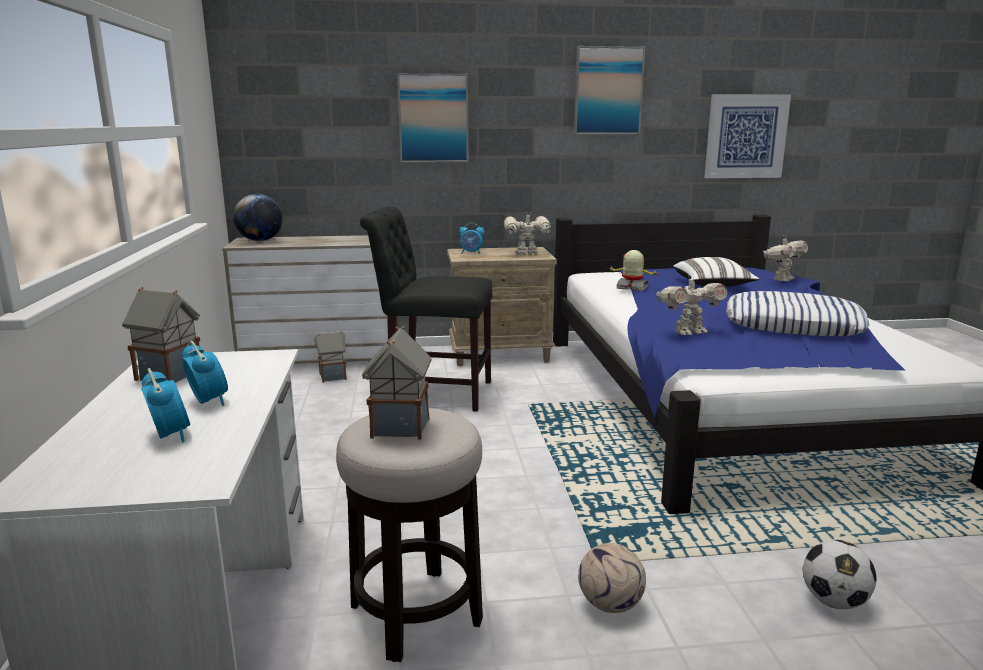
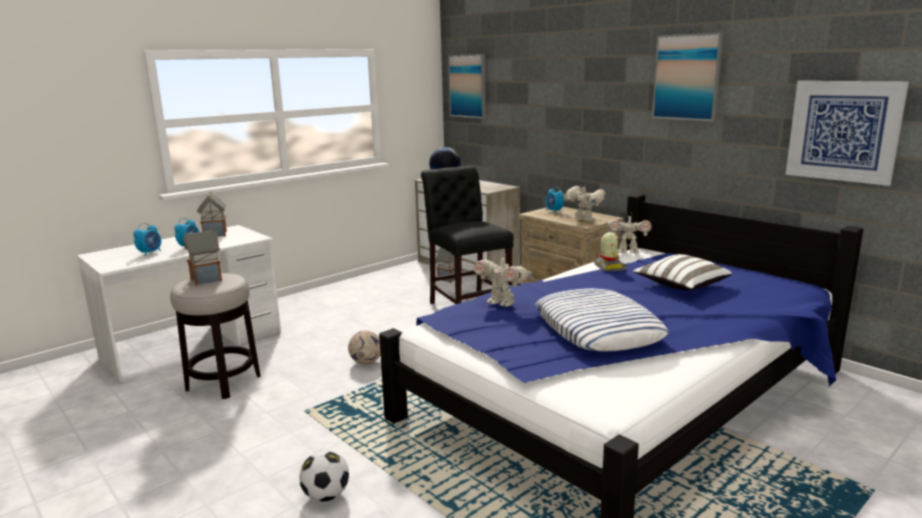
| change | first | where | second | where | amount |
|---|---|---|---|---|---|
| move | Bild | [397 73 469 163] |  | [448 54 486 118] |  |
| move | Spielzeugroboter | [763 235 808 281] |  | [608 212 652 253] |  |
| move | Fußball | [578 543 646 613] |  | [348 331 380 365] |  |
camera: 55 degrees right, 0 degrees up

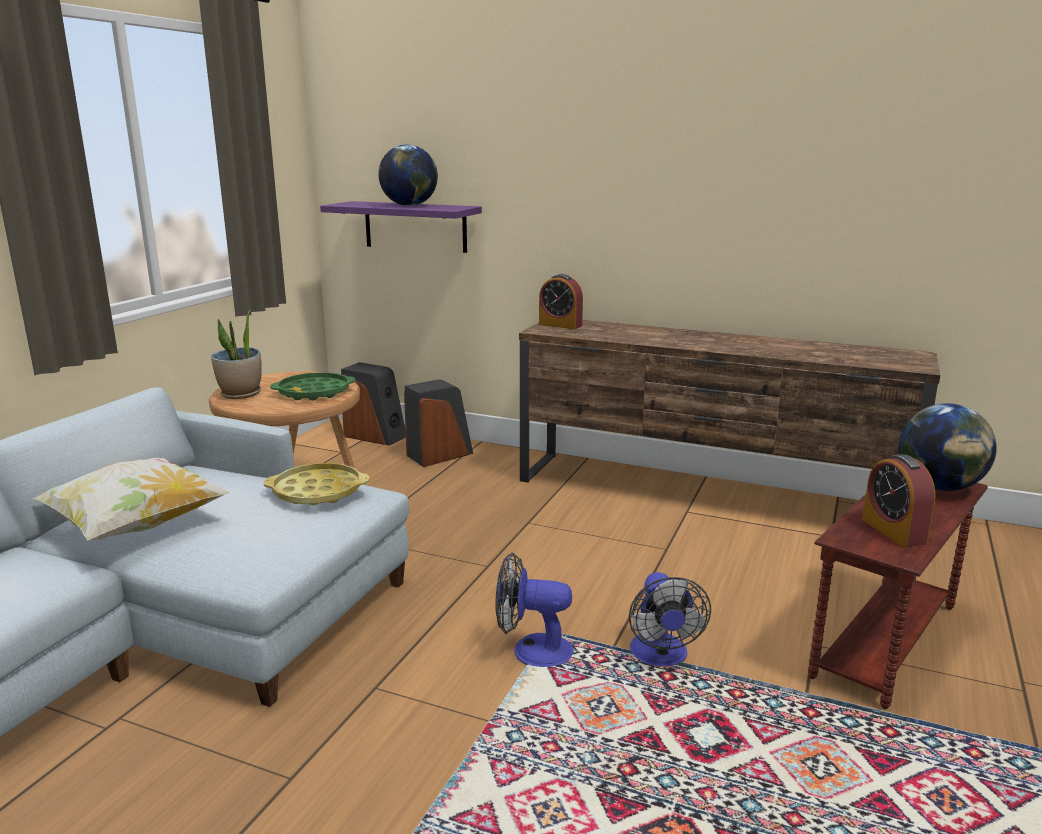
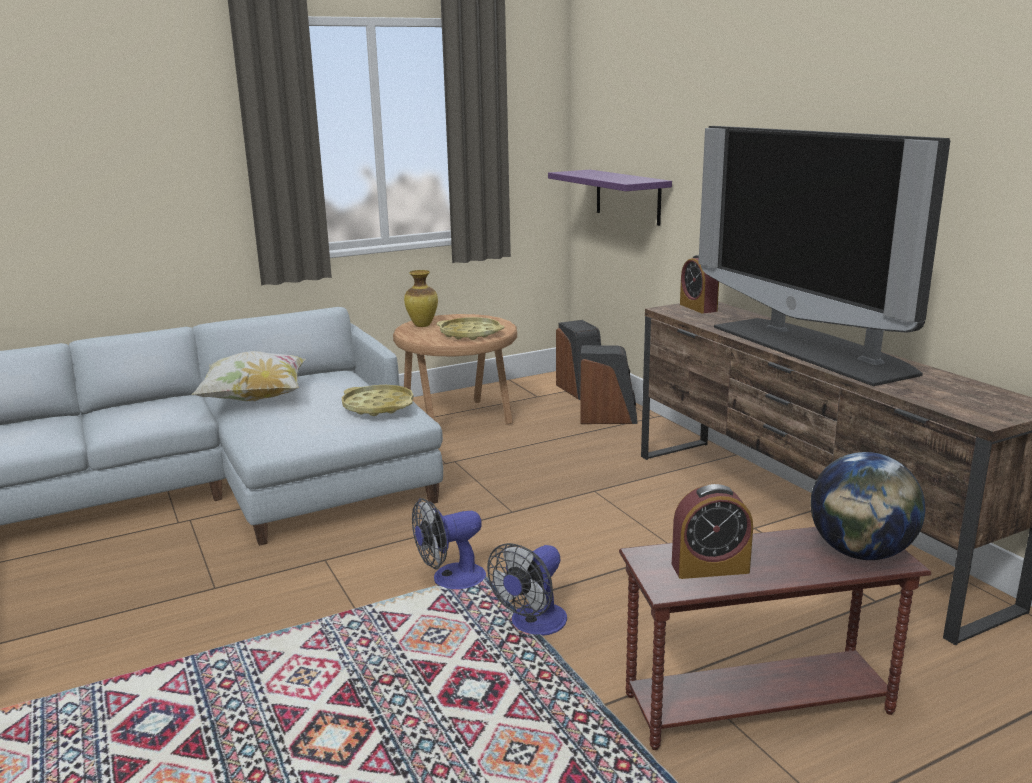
| change | first | where | second | where | amount |
|---|---|---|---|---|---|
| delete | Globus | [378 144 438 206] |  |  |  |
| replace | Topfpflanze | [211 309 262 399] | Vase | [404 270 438 327] |  |
| recolor | Tablett [grün] | [270 372 355 400] | Tablett [gelb] | [437 317 504 340] |  |
| rotate | Wecker | [862 454 936 548] |  | [672 484 753 579] | 120 degrees counterclockwise |
| rotate | Ventilator | [495 553 573 667] |  | [412 498 486 589] | 75 degrees counterclockwise |
| insert |  |  | Fernseher | [698 126 950 386] |  |
camera: 40 degrees right, 0 degrees up

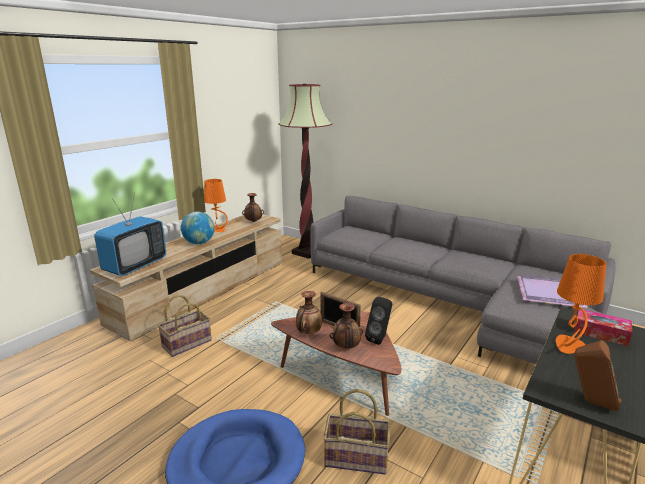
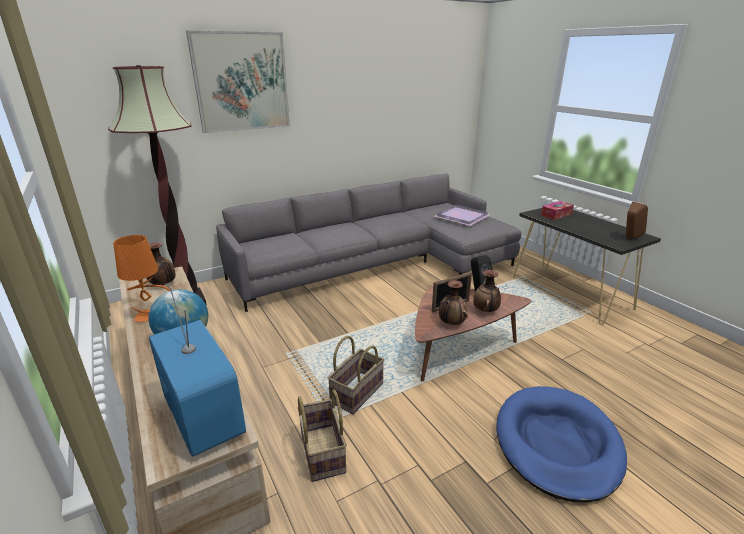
| change | first | where | second | where | amount |
|---|---|---|---|---|---|
| delete | Tischlampe [orange] | [555 254 606 354] |  |  |  |
| move | Korb | [323 389 390 474] |  | [328 336 384 414] |  |
| insert |  |  | Bild | [186 30 290 133] |  |
camera: 65 degrees left, 5 degrees up

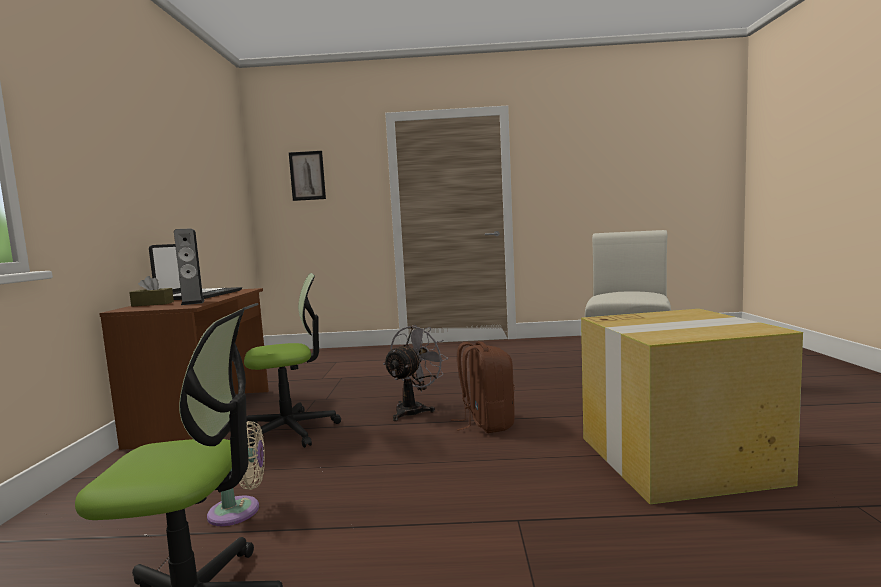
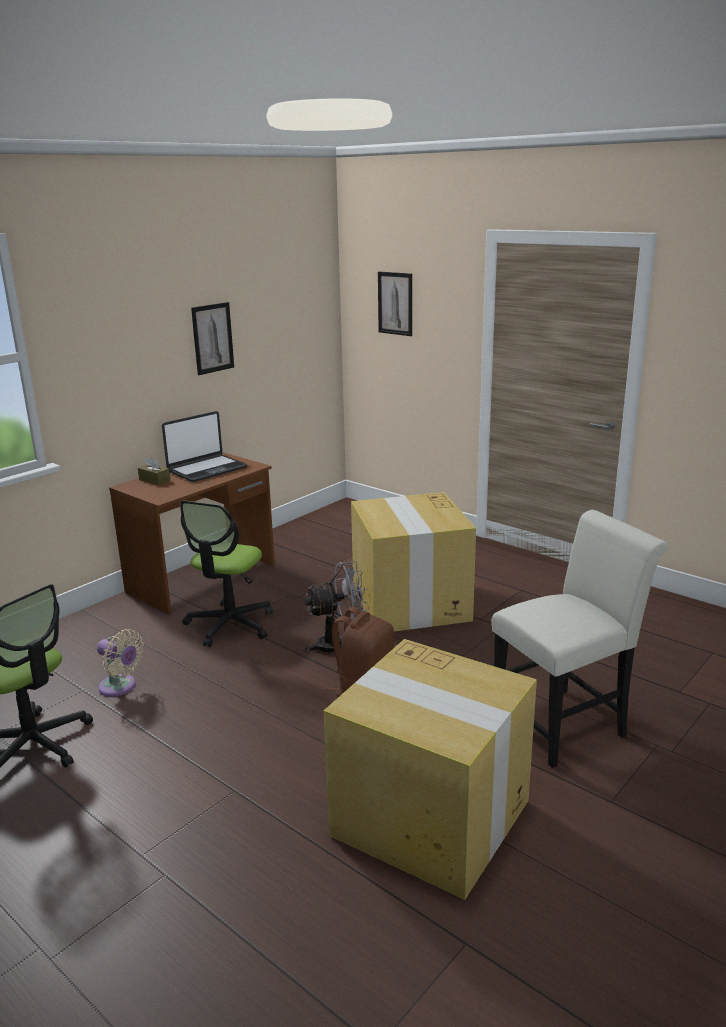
| change | first | where | second | where | amount |
|---|---|---|---|---|---|
| delete | Lautsprecher | [174 229 205 305] |  |  |  |
| rotate | Bürostuhl | [244 273 341 448] |  | [180 500 273 647] | 90 degrees clockwise |
| insert |  |  | Bild | [191 302 234 375] |  |
| insert |  |  | Karton | [351 492 476 631] |  |
camera: 40 degrees right, 15 degrees up

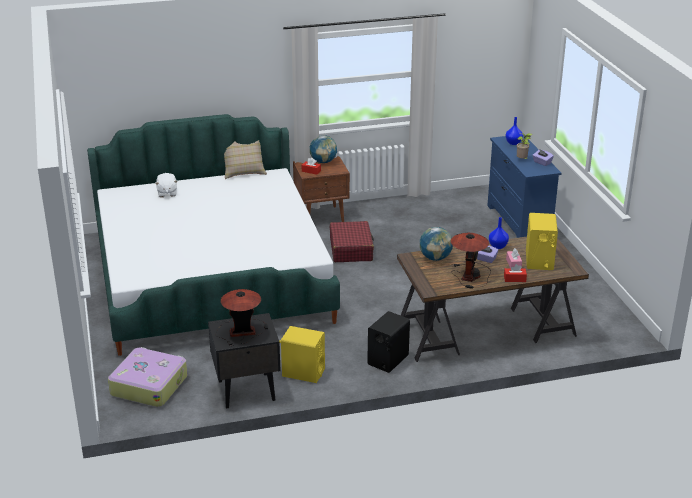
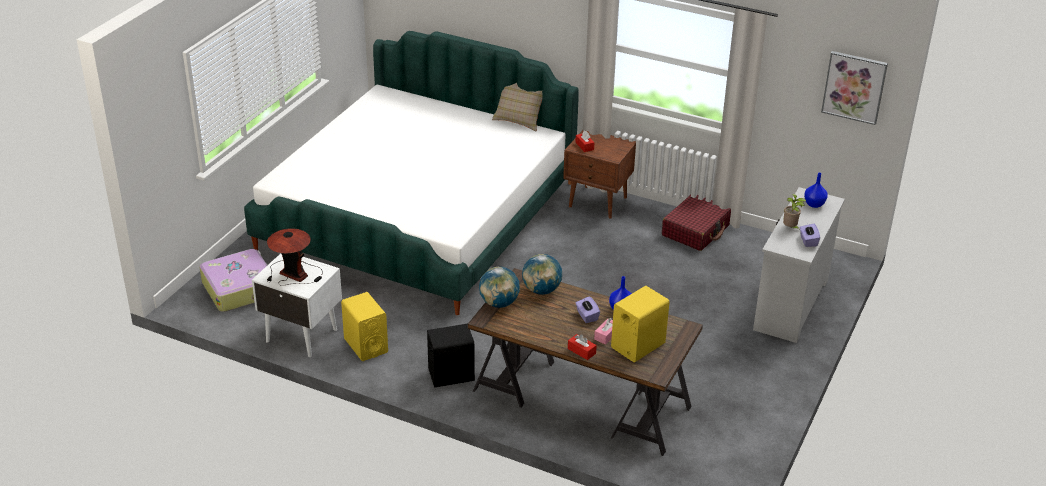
| change | first | where | second | where | amount |
|---|---|---|---|---|---|
| move | Globus | [310 135 337 163] |  | [479 267 520 308] |  |
| recolor | Kommode [blau] | [487 135 561 238] | Kommode [weiß] | [753 187 845 343] |  |
| delete | Plüschtier [weiß] | [155 173 178 197] |  |  |  |
| move | Koffer [rot] | [330 221 374 262] |  | [662 195 731 251] |  |
| delete | Tischlampe | [451 233 491 289] |  |  |  |
| recolor | Nachttisch [schwarz] | [208 313 281 408] | Nachttisch [weiß] | [252 253 342 357] |  |
| insert |  |  | Bild | [821 51 888 125] |  |
camera: 40 degrees right, 5 degrees up

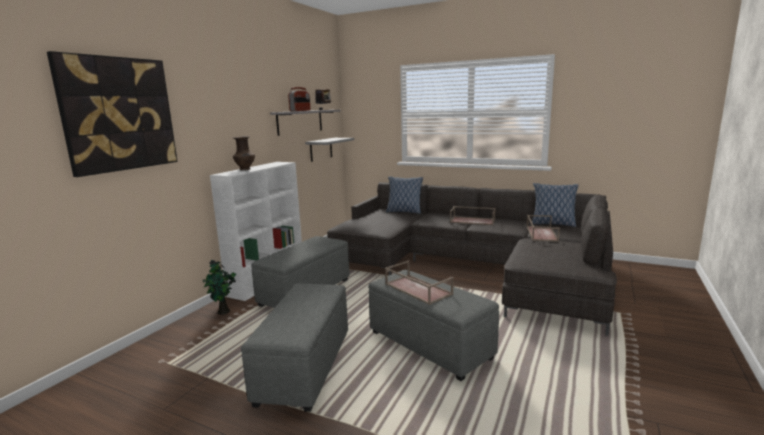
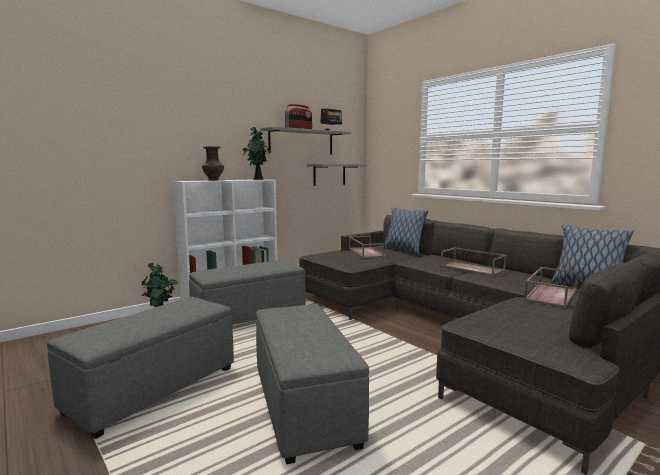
| change | first | where | second | where | amount |
|---|---|---|---|---|---|
| delete | Bild | [47 51 178 177] |  |  |  |
| move | Tablett [braun] | [385 260 454 305] |  | [349 235 387 258] |  |
| insert |  |  | Topfpflanze | [243 127 270 180] |  |
camera: 25 degrees right, 5 degrees down

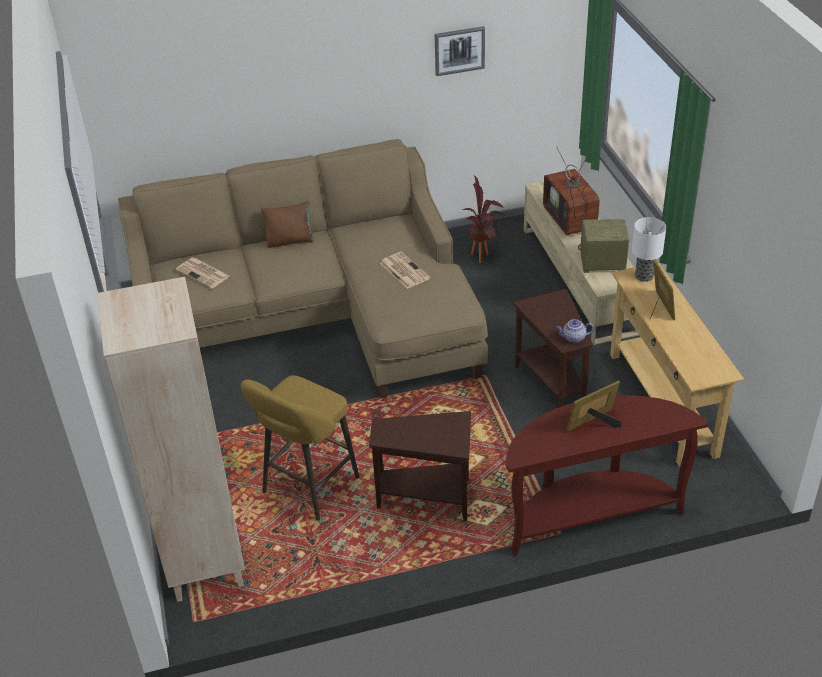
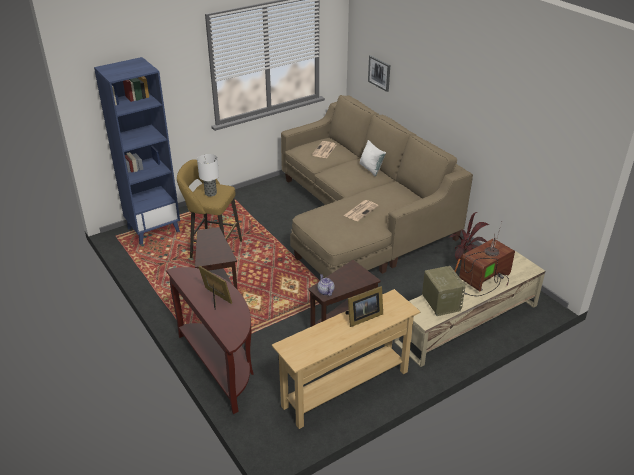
| change | first | where | second | where | amount |
|---|---|---|---|---|---|
| move | Bild | [435 26 485 76] |  | [368 55 390 92] |  |
| recolor | Kissen [braun] | [261 201 314 248] | Kissen [weiß] | [360 140 386 176] |  |
| move | Tischlampe | [632 217 666 282] |  | [197 154 219 197] |  |
| recolor | Bücherregal [beige] | [97 277 245 602] | Bücherregal [blau] | [94 57 180 245] |  |
camera: 70 degrees right, 5 degrees down

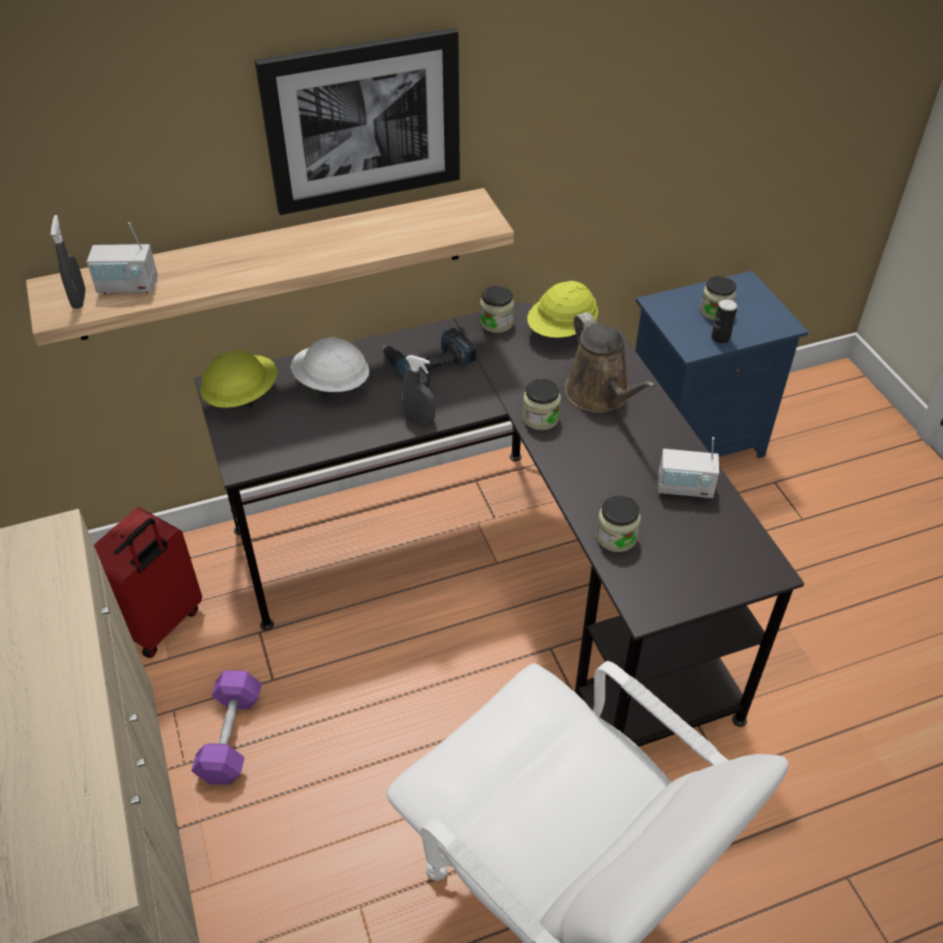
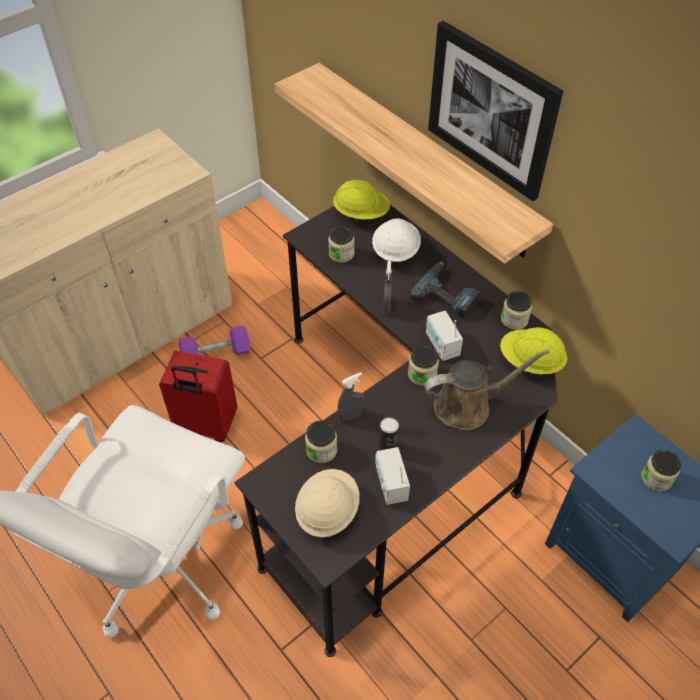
| change | first | where | second | where | amount |
|---|---|---|---|---|---|
| move | Sprühflasche [grau] | [51 215 86 309] |  | [337 372 365 422] |  |
| move | Radio | [87 222 158 294] |  | [426 310 463 361] |  |
| move | Dose | [711 298 738 344] |  | [379 417 399 450] |  |
| rotate | Gießkanne [braun] | [565 312 656 413] |  | [424 349 550 430] | 150 degrees counterclockwise |
| move | Koffer [rot] | [94 507 202 658] |  | [159 351 238 442] |  |
| insert |  |  | Vorratsglas | [328 226 355 263] |  |
| insert |  |  | Schutzhelm [beige] | [295 469 360 537] |  |
camera: 70 degrees right, 5 degrees up

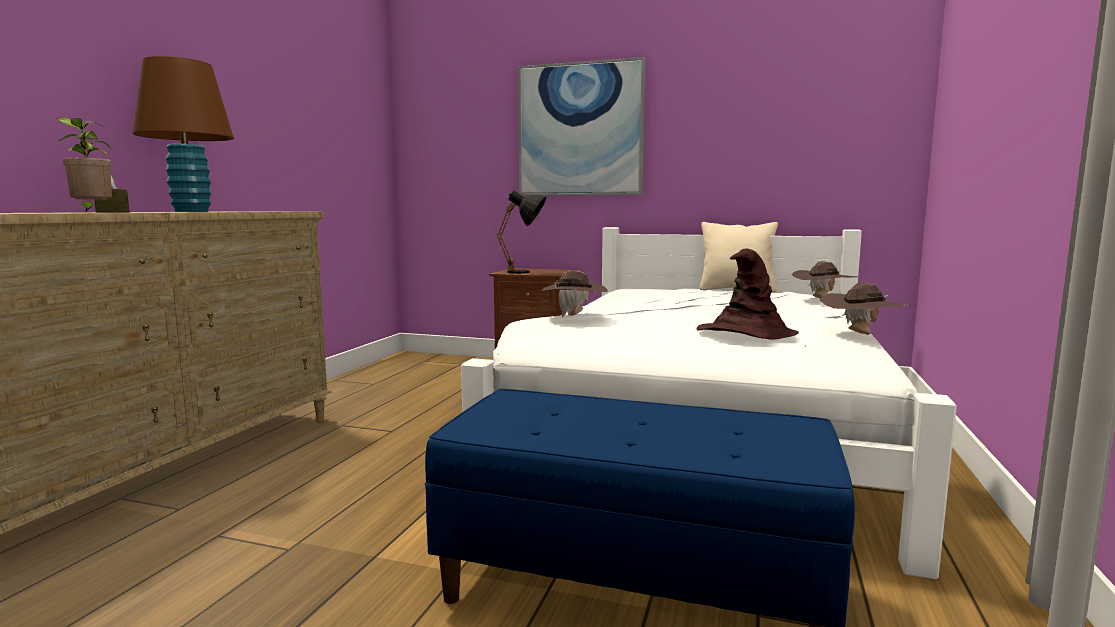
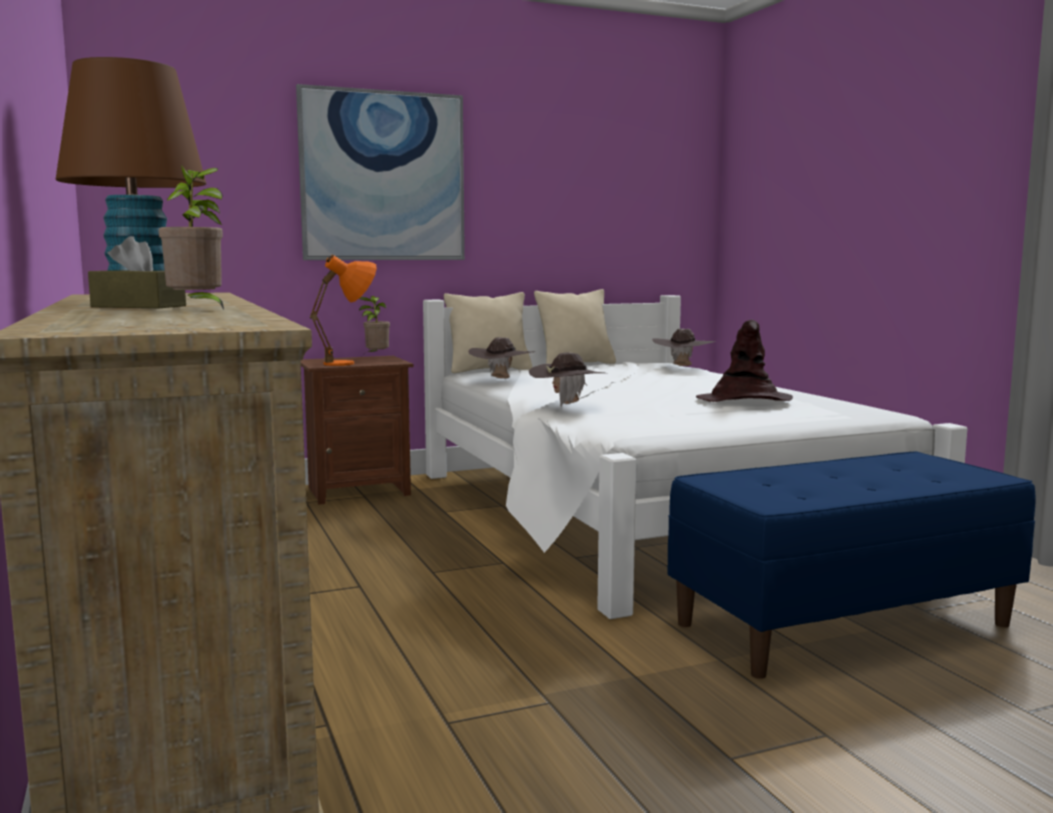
| change | first | where | second | where | amount |
|---|---|---|---|---|---|
| recolor | Tischlampe [schwarz] | [497 191 546 274] | Tischlampe [orange] | [310 255 377 366] |  |
| move | Hut [braun] | [820 283 908 335] |  | [468 337 533 379] |  |
| insert |  |  | Kissen [beige] | [444 292 532 373] |  |
| insert |  |  | Topfpflanze | [359 296 390 356] |  |
camera: 40 degrees left, 0 degrees up

